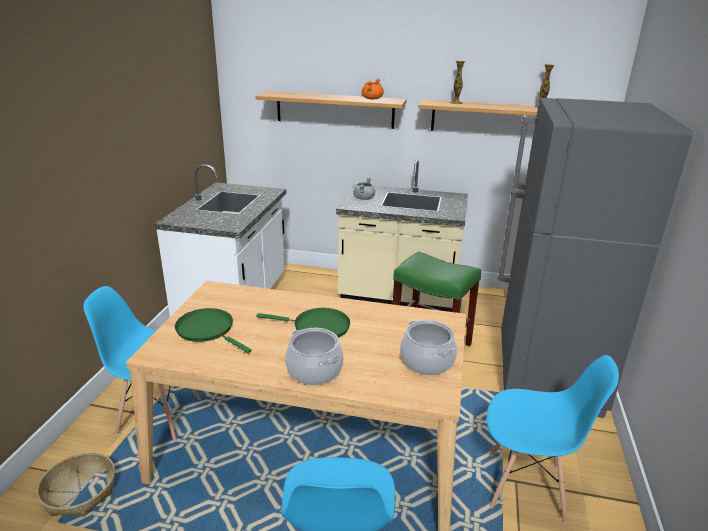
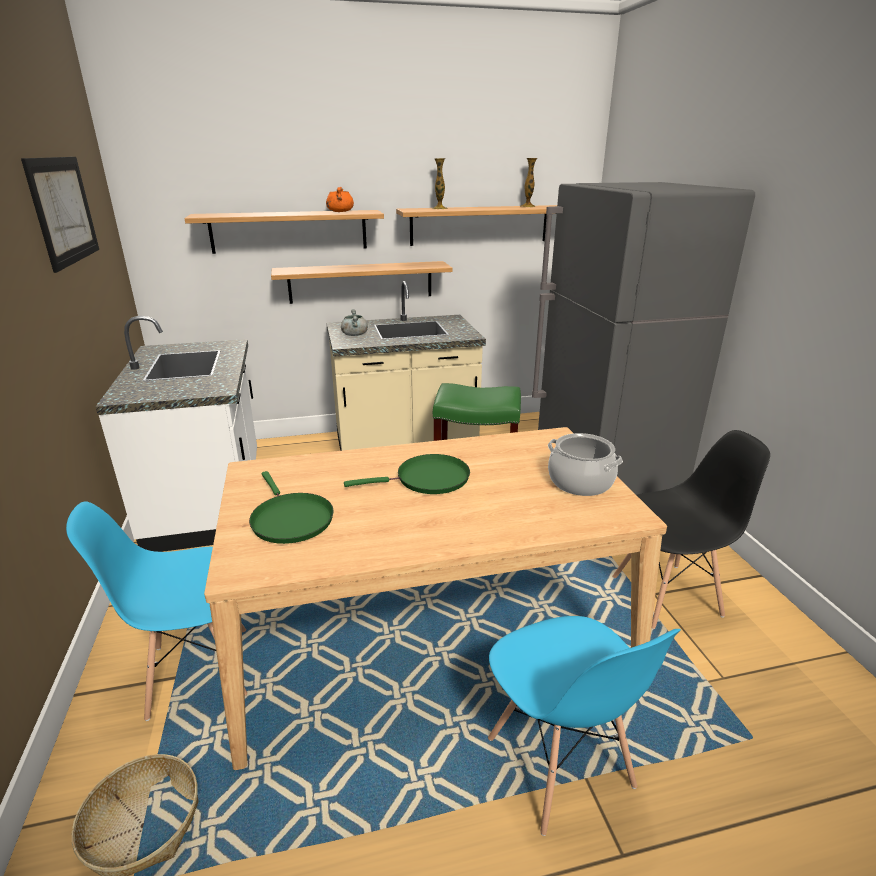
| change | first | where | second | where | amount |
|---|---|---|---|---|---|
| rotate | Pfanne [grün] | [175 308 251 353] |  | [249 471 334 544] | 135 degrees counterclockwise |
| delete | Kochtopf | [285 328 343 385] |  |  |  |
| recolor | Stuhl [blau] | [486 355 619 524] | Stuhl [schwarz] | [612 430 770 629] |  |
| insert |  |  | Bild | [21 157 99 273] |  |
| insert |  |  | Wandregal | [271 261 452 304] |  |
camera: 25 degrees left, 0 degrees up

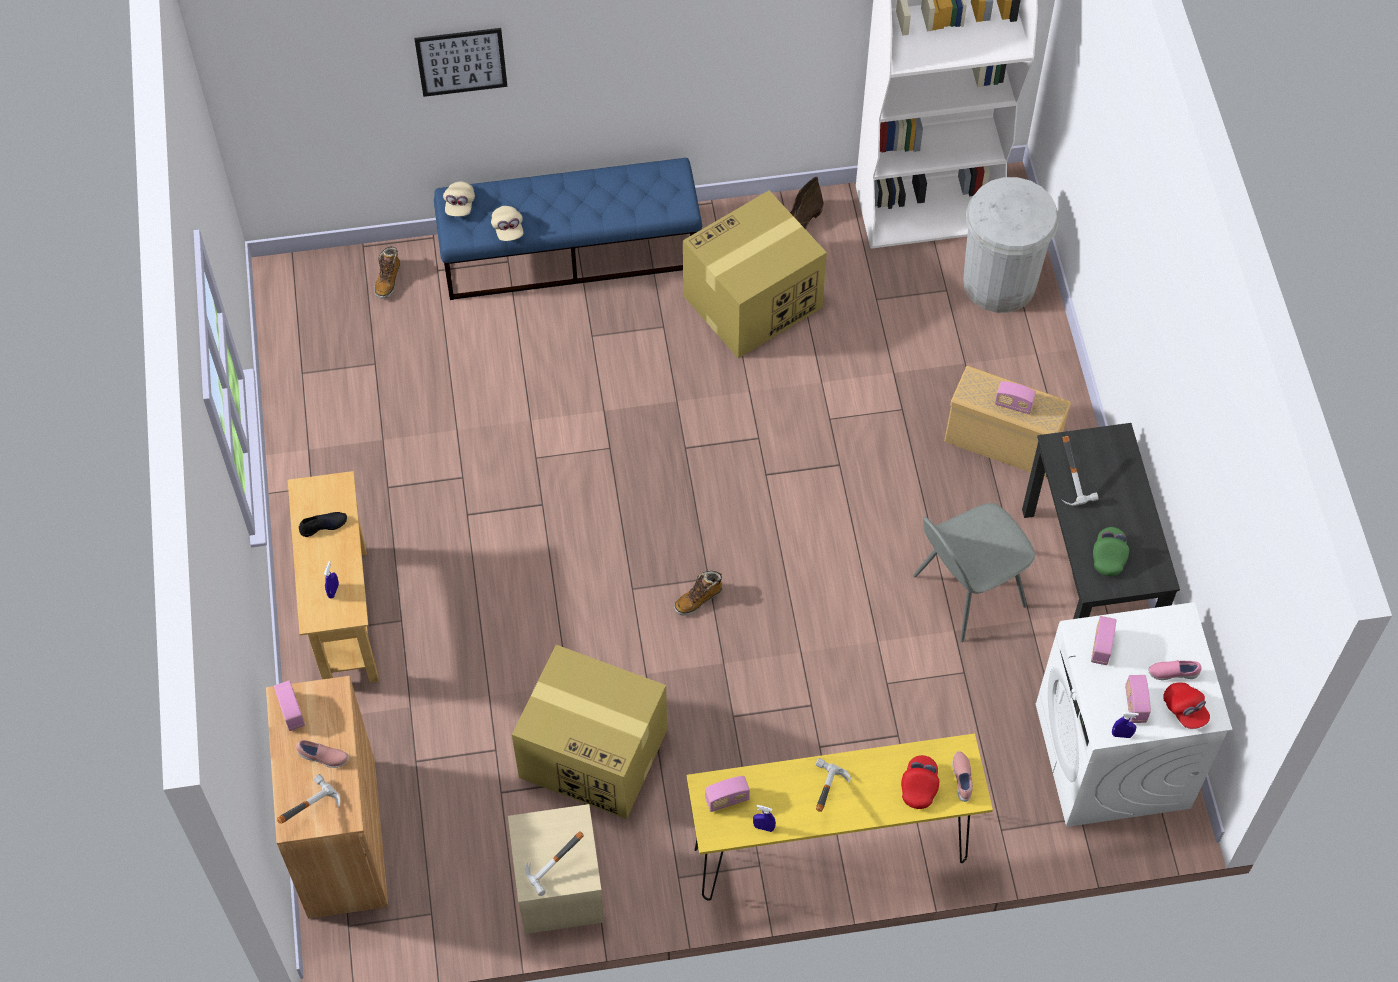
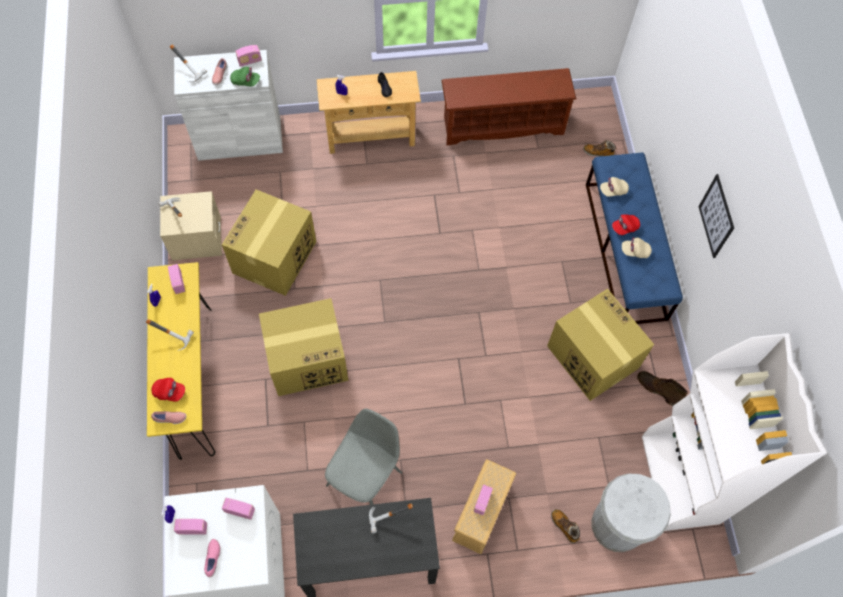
| change | first | where | second | where | amount |
|---|---|---|---|---|---|
| move | Bild | [414 28 507 97] |  | [698 174 734 258] |  |
| move | Kappe [beige] | [443 181 475 216] |  | [622 237 652 258] |  |
| rotate | Stuhl [grau] | [913 503 1035 642] |  | [325 409 402 505] | 60 degrees clockwise |
| move | Kappe [grün] | [1093 527 1129 576] |  | [230 67 260 86] |  |
| move | Stiefel | [674 571 723 616] |  | [551 509 580 543] |  |
| recolor | Schrank [braun] | [266 676 388 919] | Schrank [weiß] | [174 50 283 161] |  |
| move | Kappe [rot] | [1163 683 1210 729] |  | [612 214 640 235] |  |
| insert |  |  | Schuhregal [braun] | [441 68 576 145] |  |
| insert |  |  | Karton | [259 298 349 396] |  |
camera: 90 degrees right, 5 degrees up

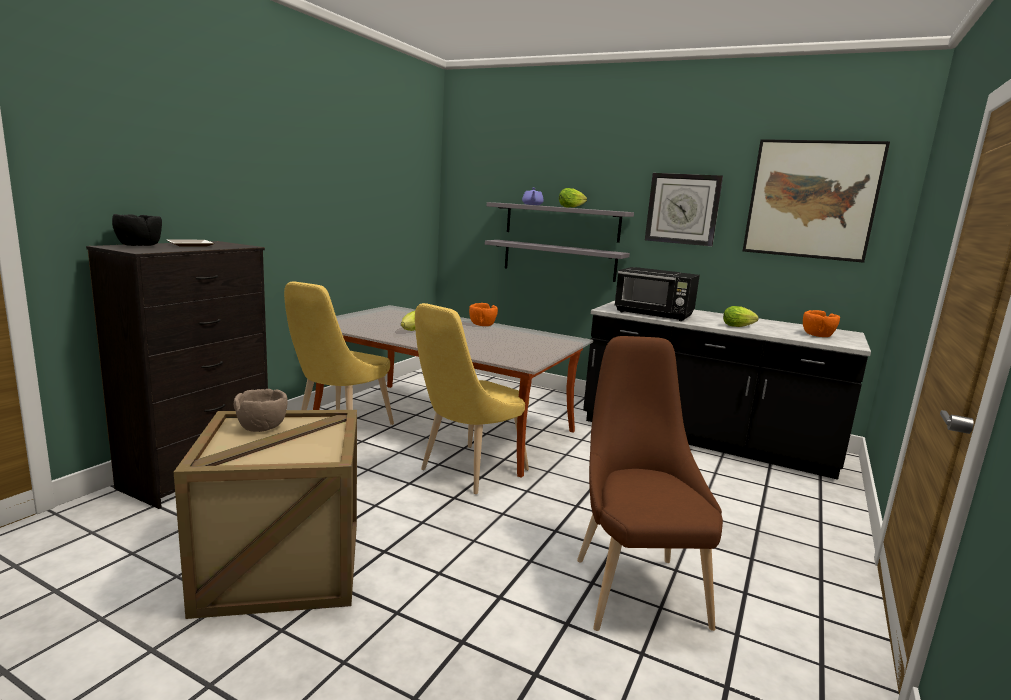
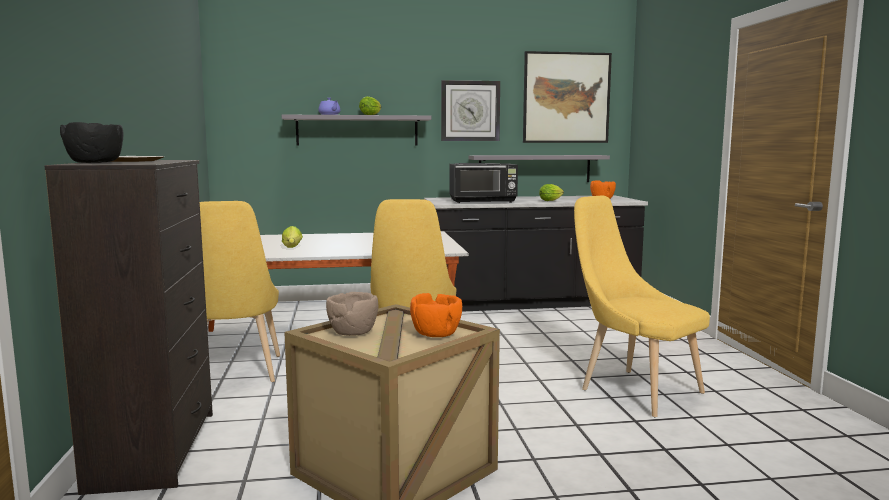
| change | first | where | second | where | amount |
|---|---|---|---|---|---|
| move | Wandregal [grau] | [485 240 630 282] |  | [469 155 610 182] |  |
| move | Schüssel [orange] | [469 303 498 326] |  | [410 293 462 337] |  |
| recolor | Stuhl [braun] | [577 336 723 631] | Stuhl [gelb] | [574 195 710 417] |  |
camera: 35 degrees left, 5 degrees down

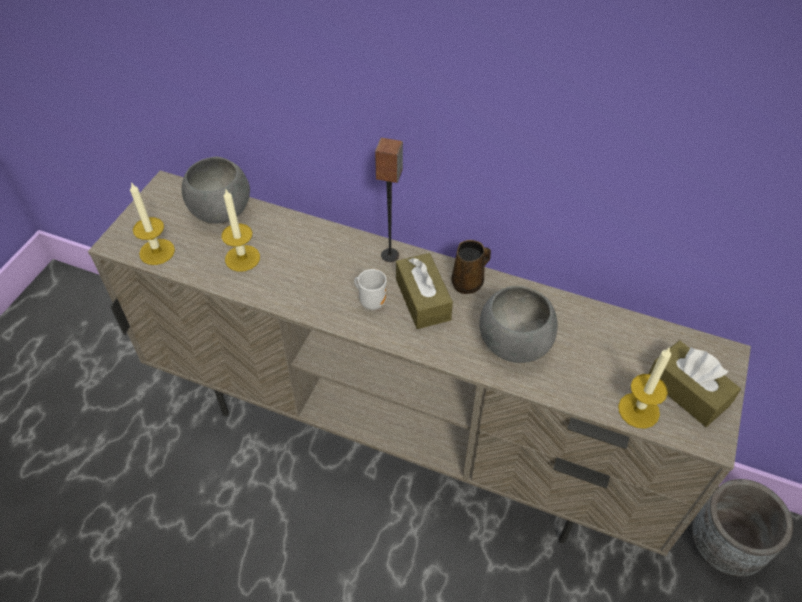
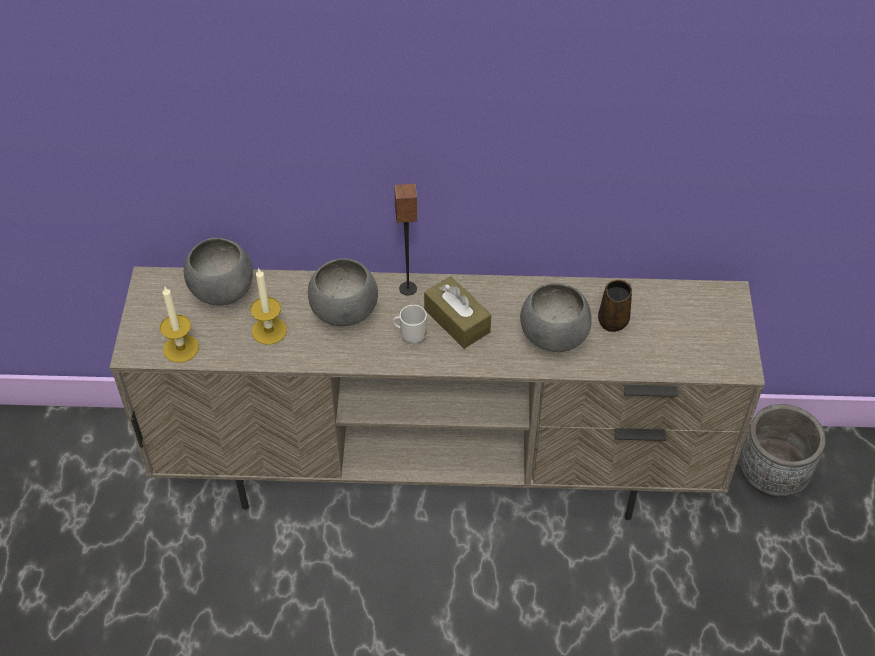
| change | first | where | second | where | amount |
|---|---|---|---|---|---|
| move | Henkelbecher [braun] | [451 240 491 294] |  | [598 280 632 332] |  |
| delete | Taschentuchbox [braun] | [649 341 741 427] |  |  |  |
| delete | Kerze | [618 347 671 429] |  |  |  |
| insert |  |  | Schüssel [grau] | [308 258 378 326] |  |
camera: 20 degrees left, 0 degrees up

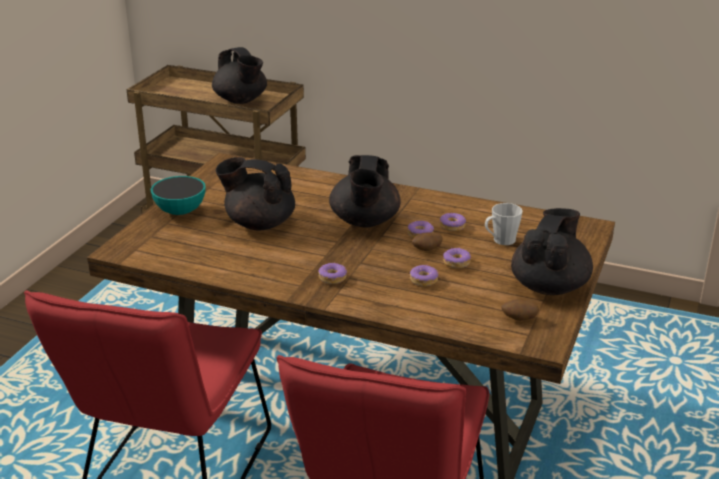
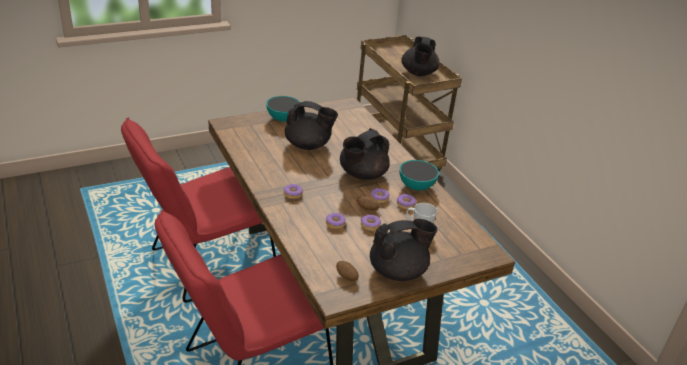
| change | first | where | second | where | amount |
|---|---|---|---|---|---|
| rotate | Teekanne [schwarz] | [215 157 295 230] |  | [285 101 338 150] | 135 degrees clockwise |
| insert |  |  | Schüssel | [400 160 439 190] |  |
camera: 40 degrees right, 5 degrees up

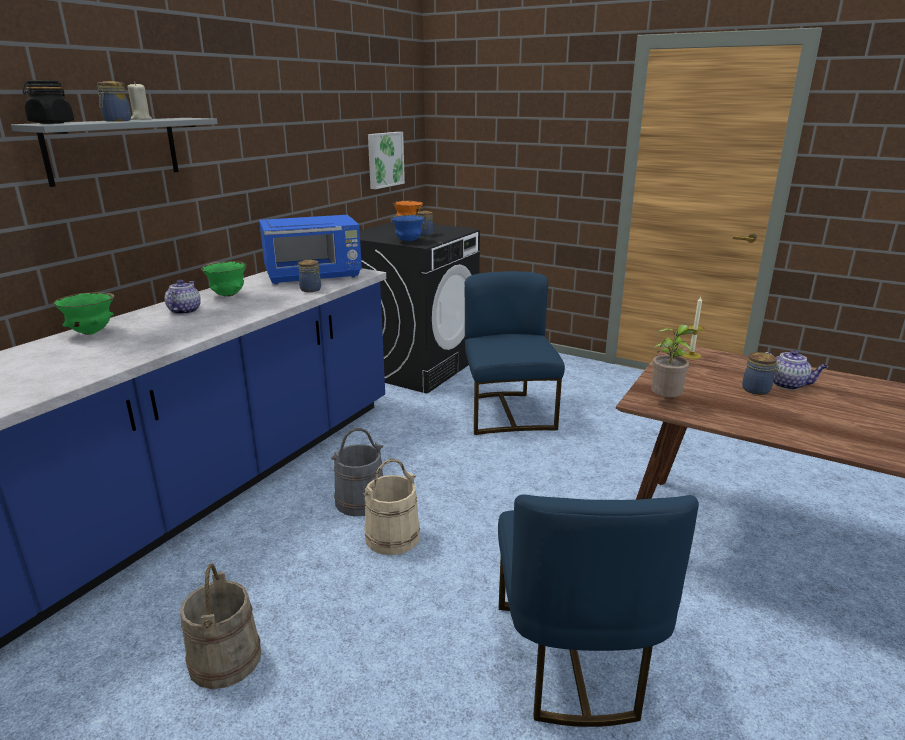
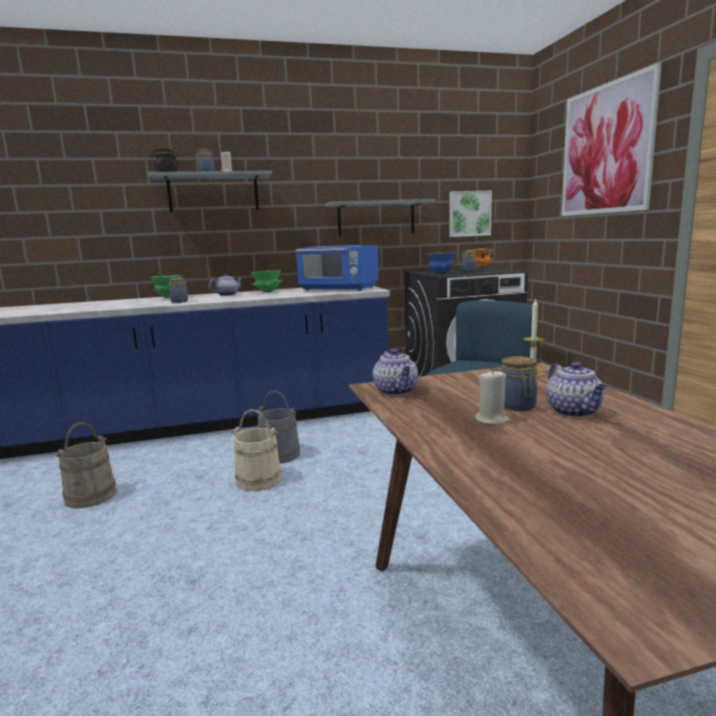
| change | first | where | second | where | amount |
|---|---|---|---|---|---|
| move | Vorratsglas | [298 260 321 292] |  | [169 278 188 303] |  |
| replace | Topfpflanze | [651 324 697 397] | Teekanne | [373 349 418 396] |  |
| delete | Stuhl [blau] | [498 494 699 727] |  |  |  |
| insert |  |  | Bild | [561 63 662 216] |  |
| insert |  |  | Wandregal [grau] | [325 199 435 236] |  |
| insert |  |  | Kerze [beige] | [475 369 510 425] |  |
camera: 45 degrees right, 10 degrees down

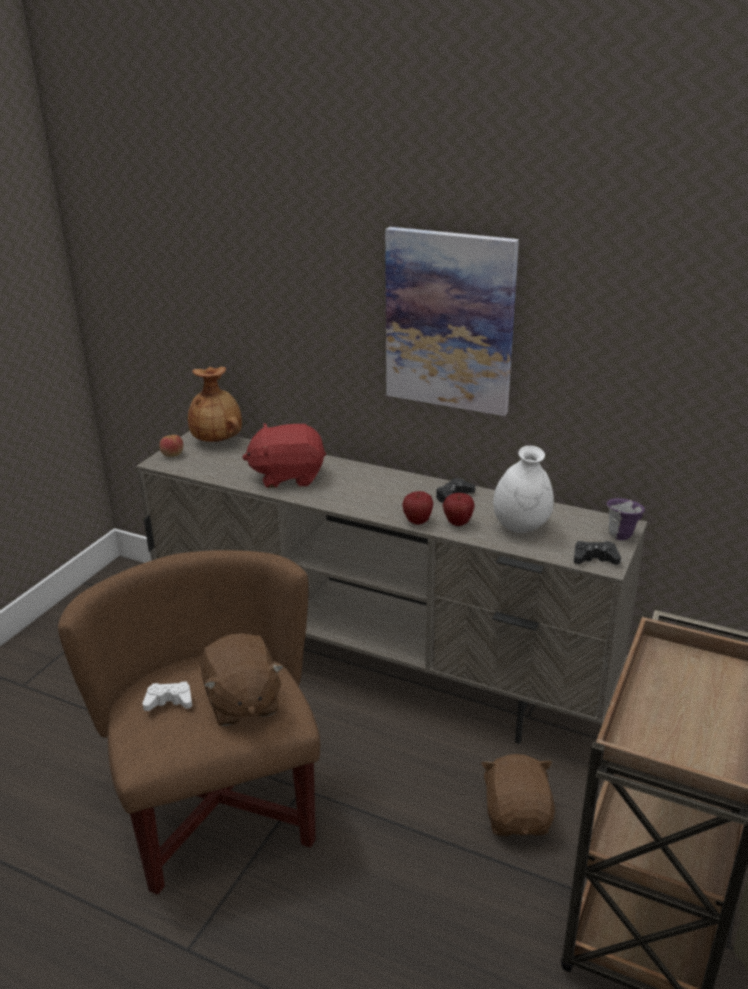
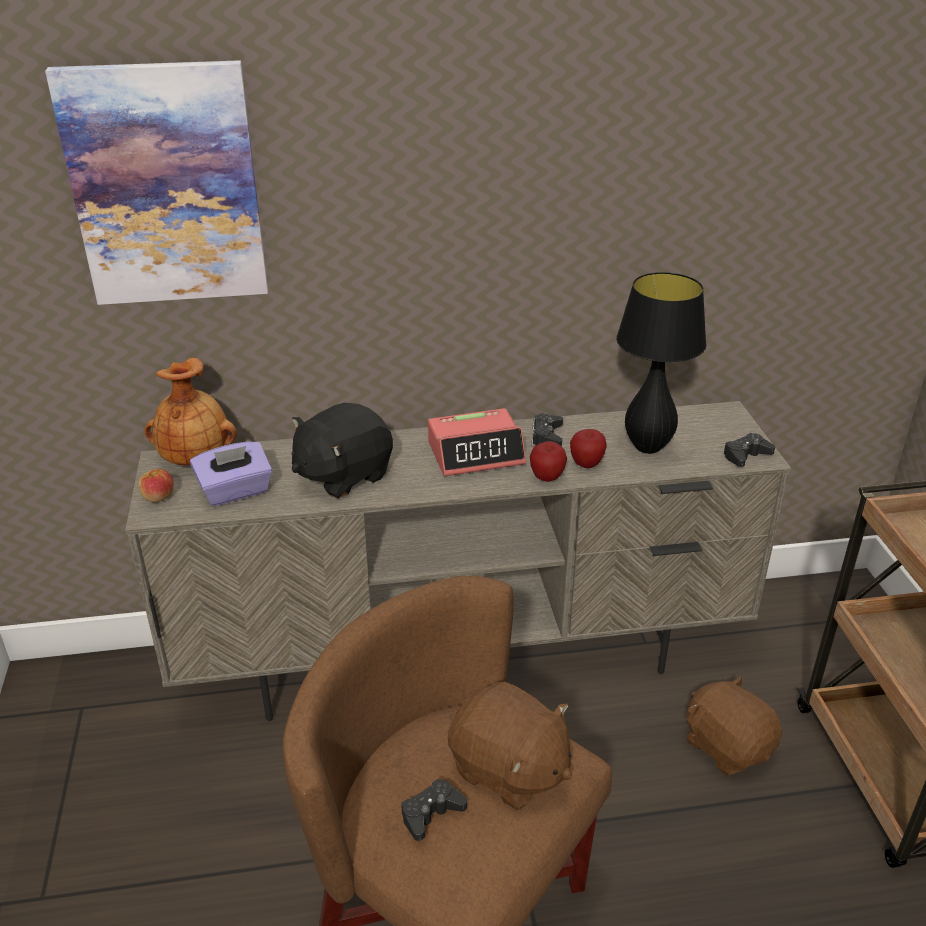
| change | first | where | second | where | amount |
|---|---|---|---|---|---|
| move | Bild | [385 227 519 416] |  | [45 60 268 305] |  |
| recolor | Plüschtier [rot] | [242 423 326 488] | Plüschtier [schwarz] | [291 403 393 499] |  |
| replace | Vase [weiß] | [493 446 554 533] | Tischlampe [schwarz] | [616 272 707 454] |  |
| delete | Henkelbecher [lila] | [607 498 645 540] |  |  |  |
| recolor | Gamepad [weiß] | [142 682 192 711] | Gamepad [schwarz] | [401 779 467 841] |  |
| insert |  |  | Wecker | [428 408 526 476] |  |
| insert |  |  | Taschentuchbox [lila] | [190 442 272 506] |  |
camera: 35 degrees left, 5 degrees up

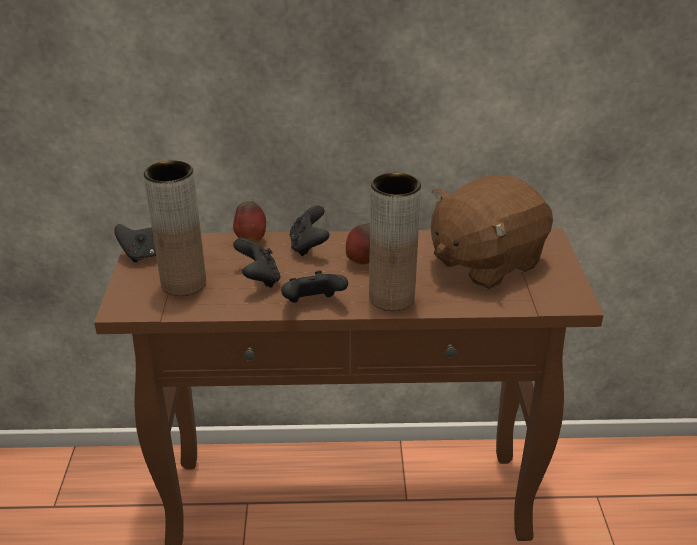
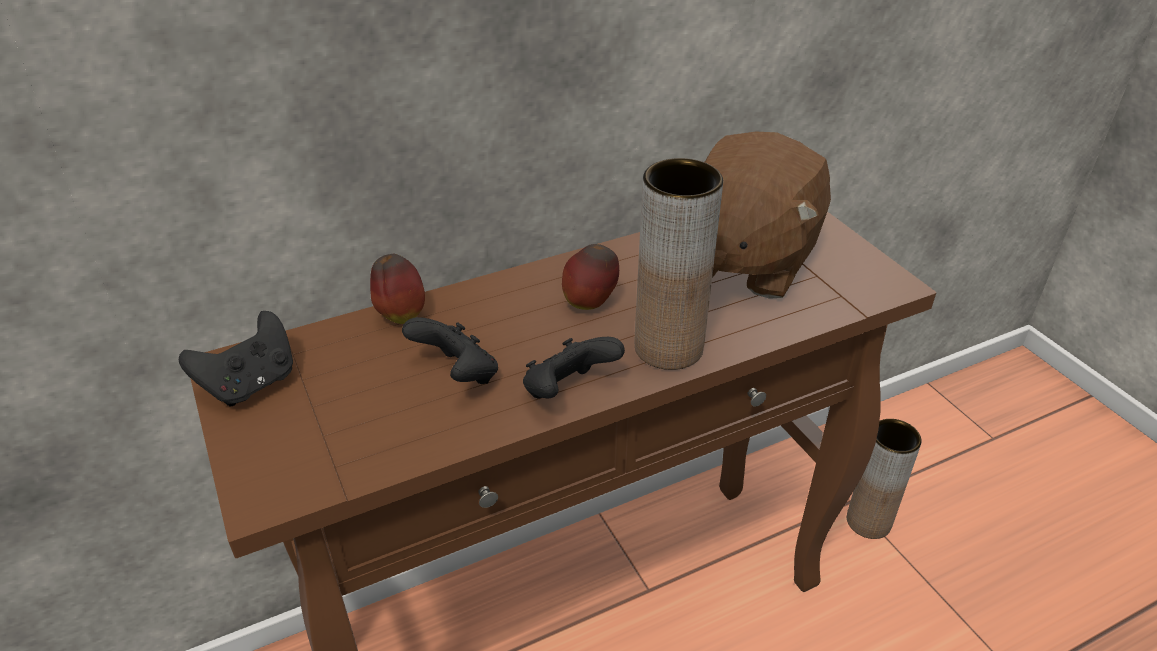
| change | first | where | second | where | amount |
|---|---|---|---|---|---|
| move | Vase [braun] | [144 160 206 296] |  | [847 419 922 539] |  |
| delete | Gamepad [schwarz] | [290 205 329 256] |  |  |  |
camera: 25 degrees left, 5 degrees up

